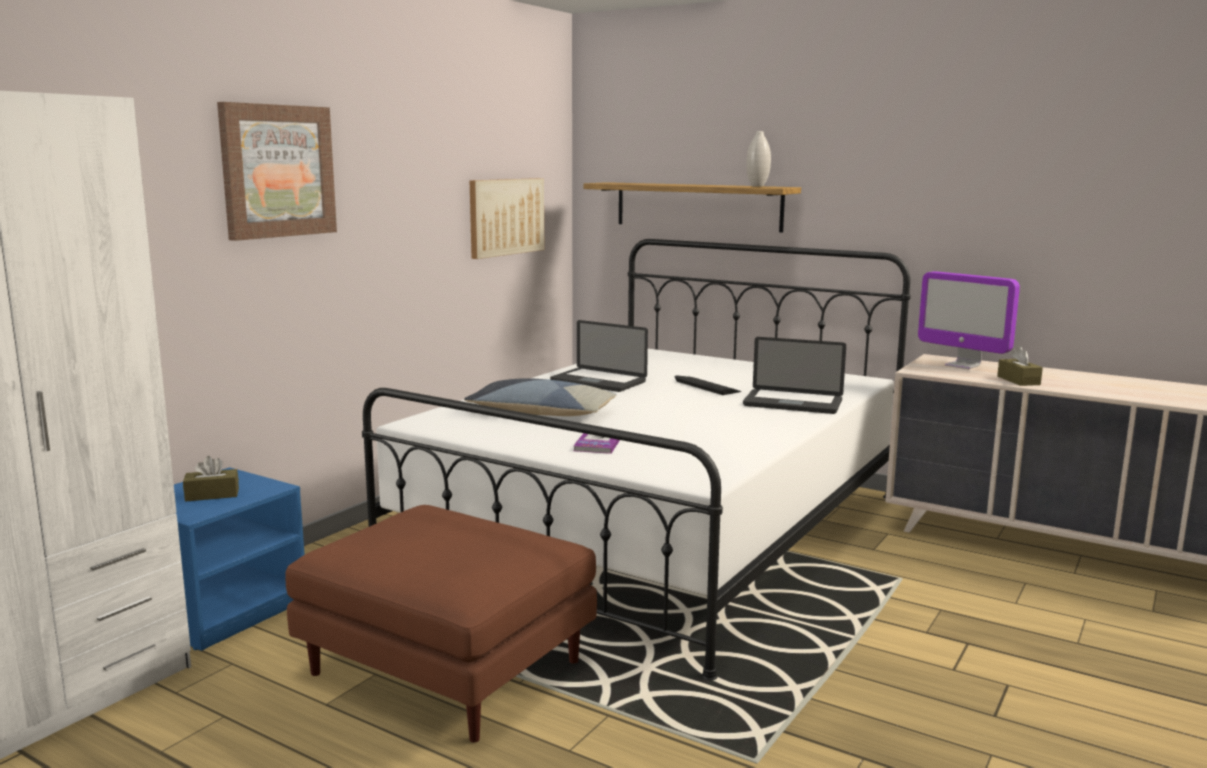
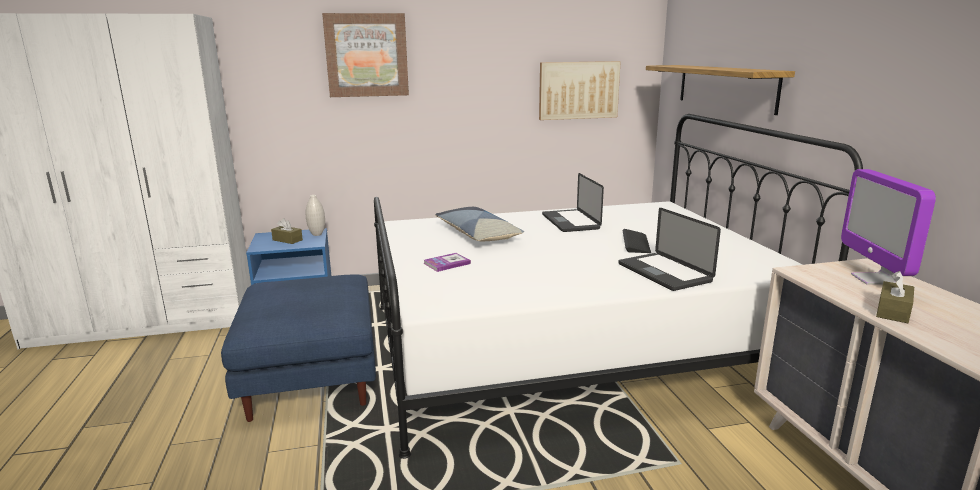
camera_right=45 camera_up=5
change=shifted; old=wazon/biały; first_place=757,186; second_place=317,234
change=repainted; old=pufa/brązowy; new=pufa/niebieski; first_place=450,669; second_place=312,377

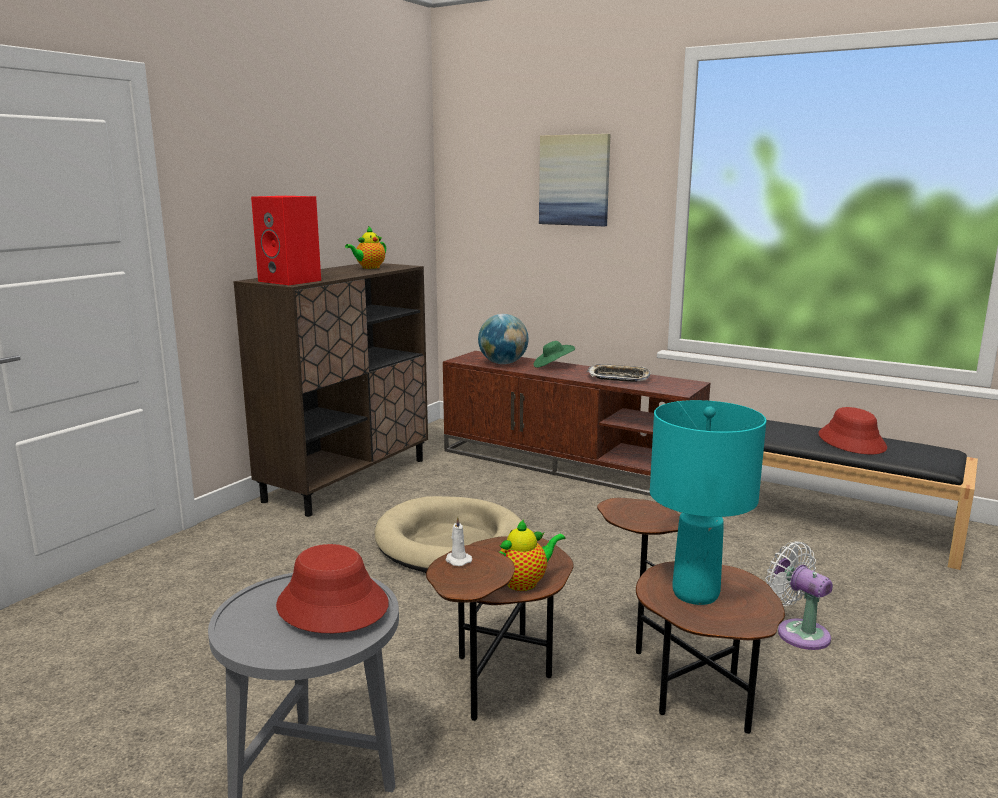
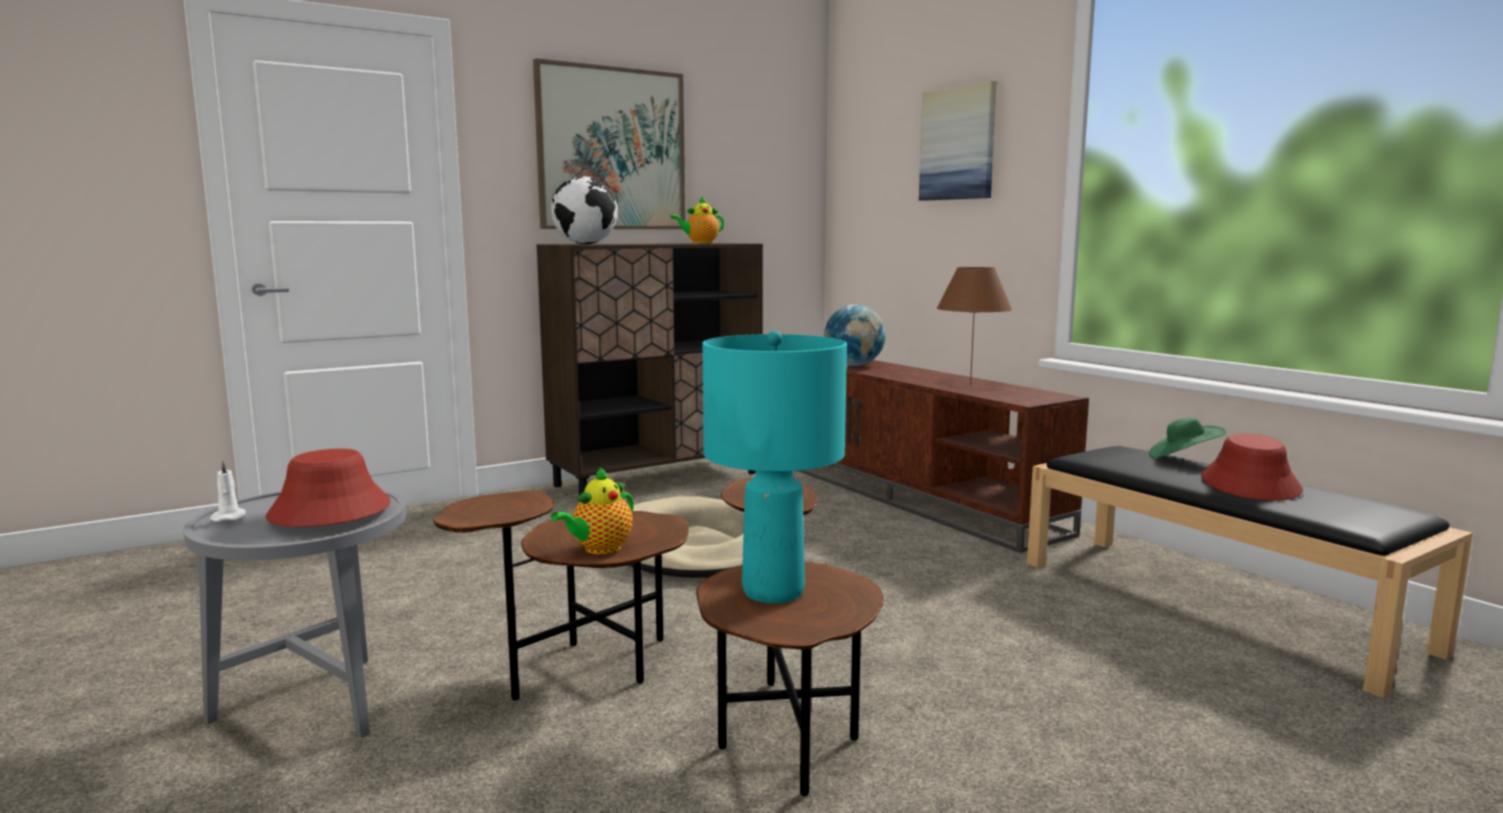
camera_right=25 camera_up=-5
change=swapped; old=głośnik/czerwony; new=globus; first_place=291,281; second_place=586,244
change=shifted; old=kapelusz/zielony; first_place=553,366; second_place=1183,458
change=swapped; old=taca; new=lampa stołowa/brązowy; first_place=618,377; second_place=970,385
change=shifted; old=świeca/biały; first_place=457,560; second_place=229,517
change=rotated; old=imbryk; first_place=525,582; second_place=599,549; degrees=135
change=gone; old=wentylator/biały; first_place=798,632
change=new; new=obraz; second_place=612,149

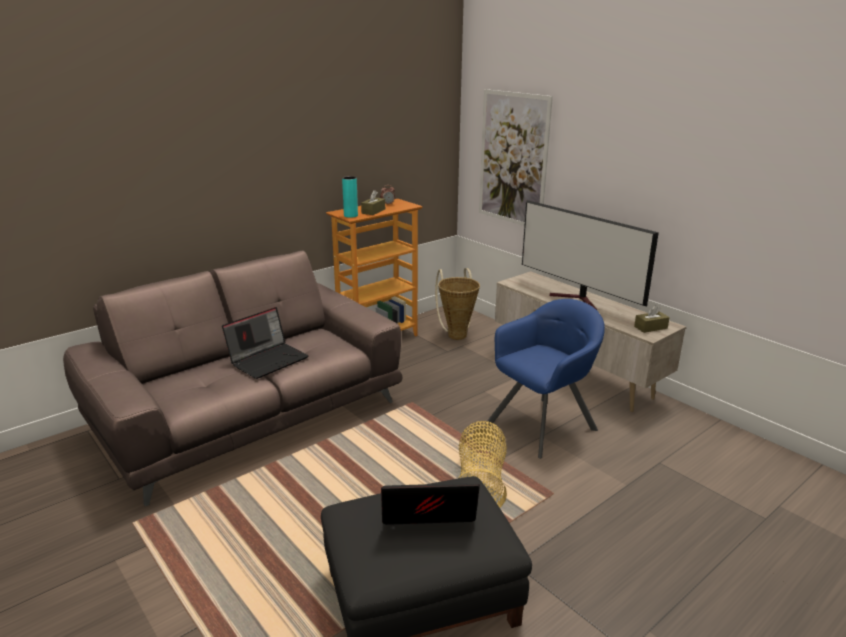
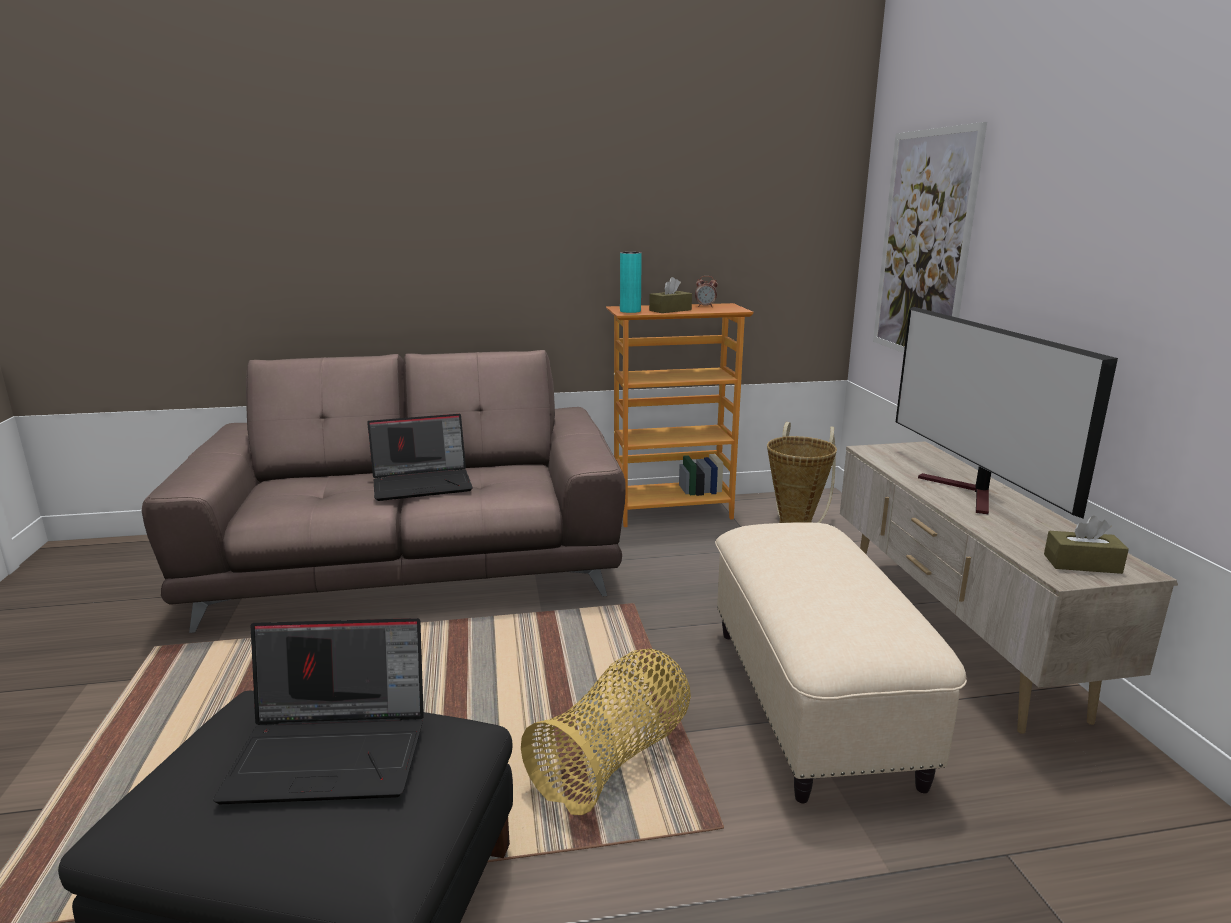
camera_right=30 camera_up=-5
change=swapped; old=fotel/niebieski; new=pufa/beżowy; first_place=543,425; second_place=814,702
change=rotated; old=laptop; first_place=426,511; second_place=334,751; degrees=150

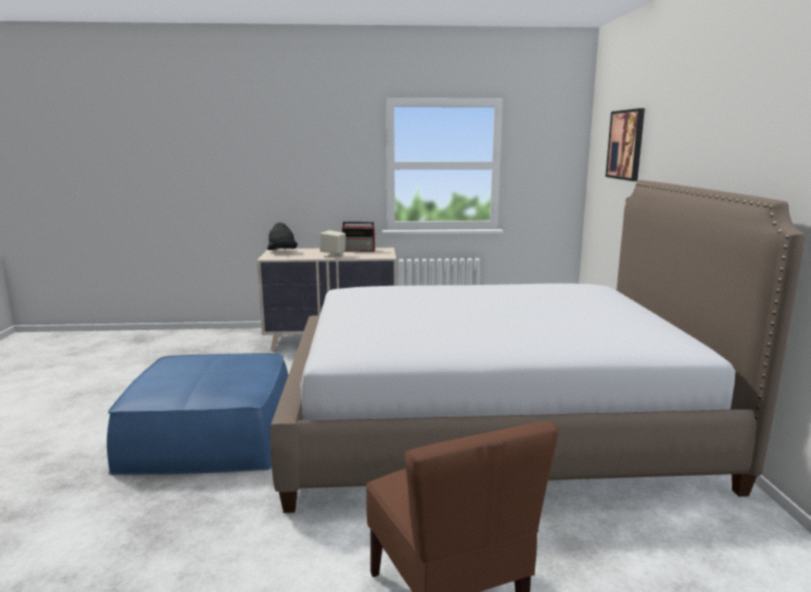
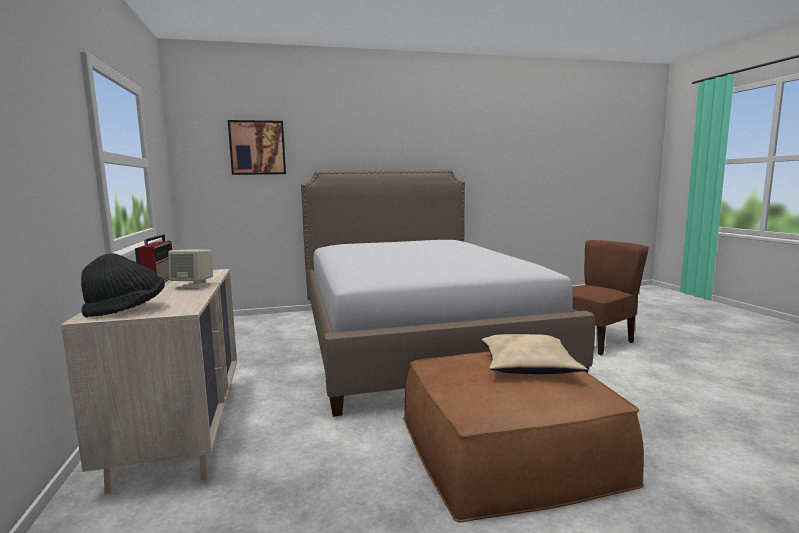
camera_right=-100 camera_up=-5
change=repainted; old=pufa/niebieski; new=pufa/brązowy; first_place=211,433; second_place=508,448
change=new; new=poduszka/beżowy; second_place=528,366

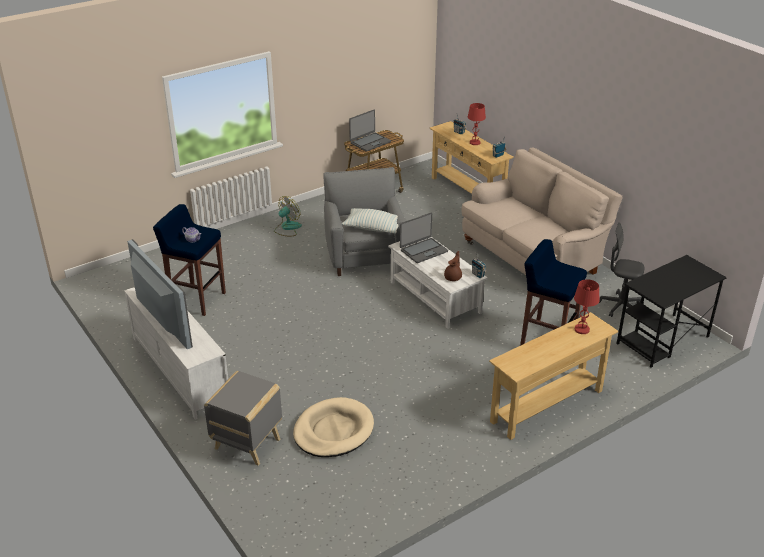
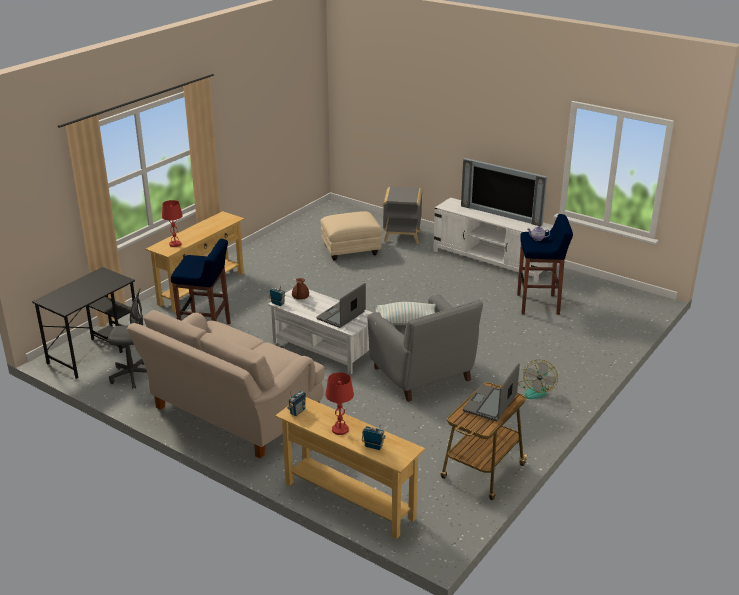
camera_right=160 camera_up=-5
change=swapped; old=legowisko/beżowy; new=pufa/beżowy; first_place=333,431; second_place=351,251

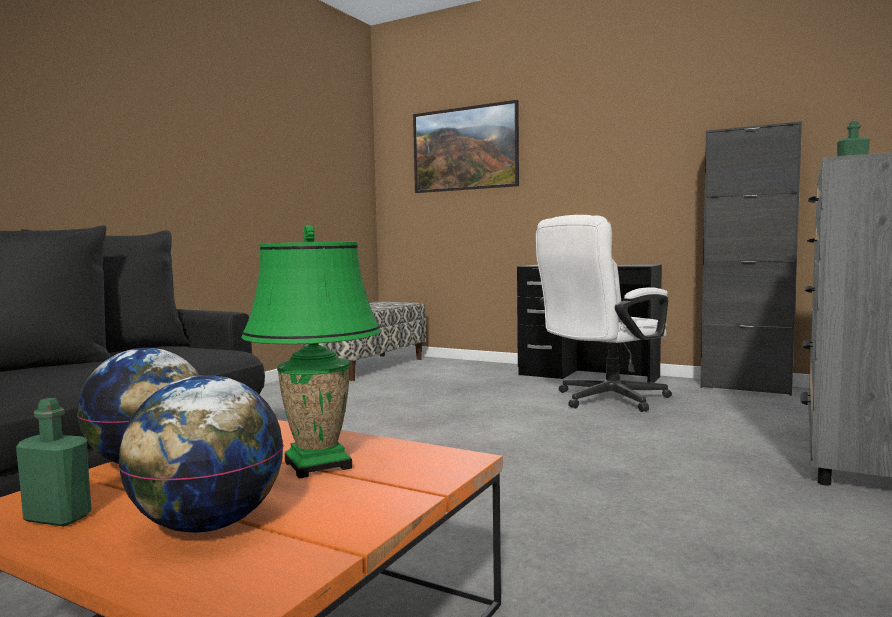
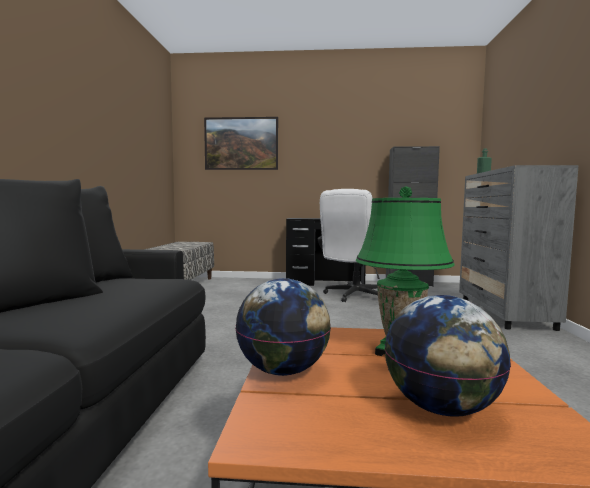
camera_right=-25 camera_up=0
change=gone; old=butelka/zielony; first_place=58,518

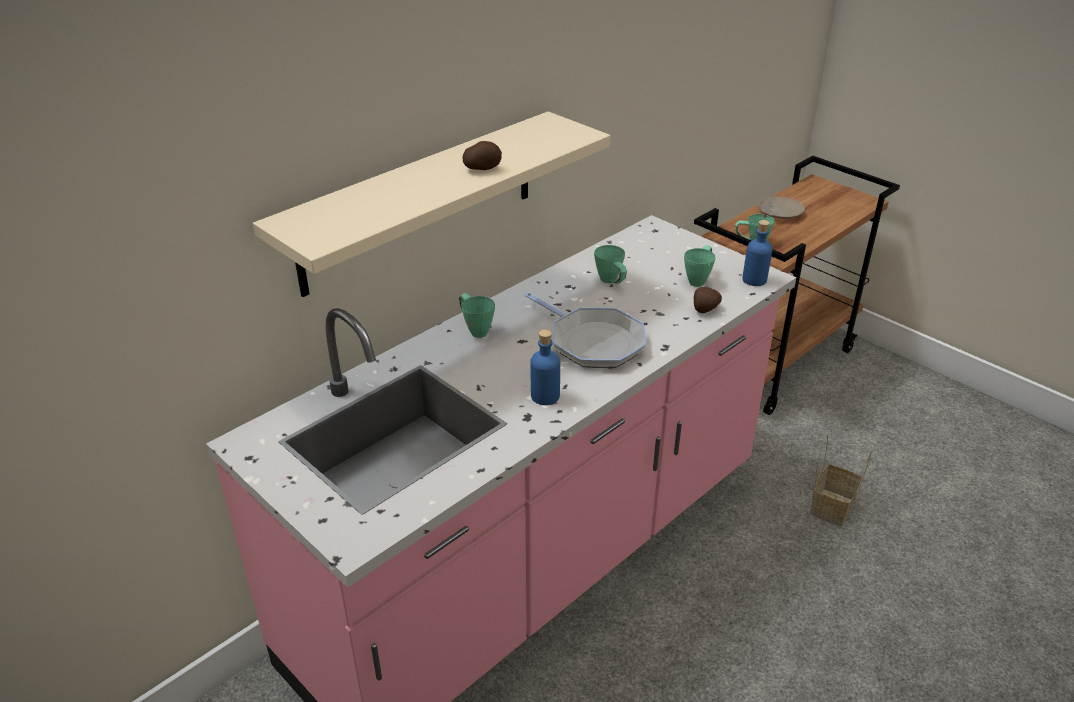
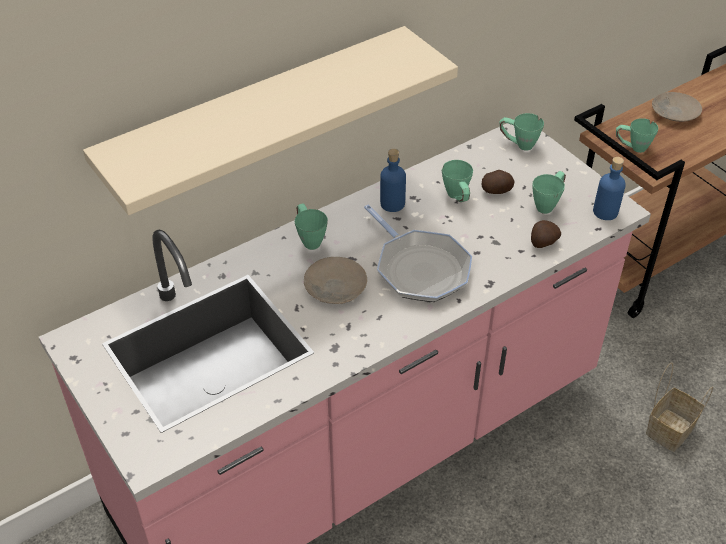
camera_right=10 camera_up=10
change=shifted; old=ziemniak; first_place=482,169; second_place=496,191
change=shifted; old=butelka/niebieski; first_place=545,396; second_place=392,204
change=new; new=kubek/zielony; second_place=518,144
change=new; new=talerz/beżowy; second_place=335,287

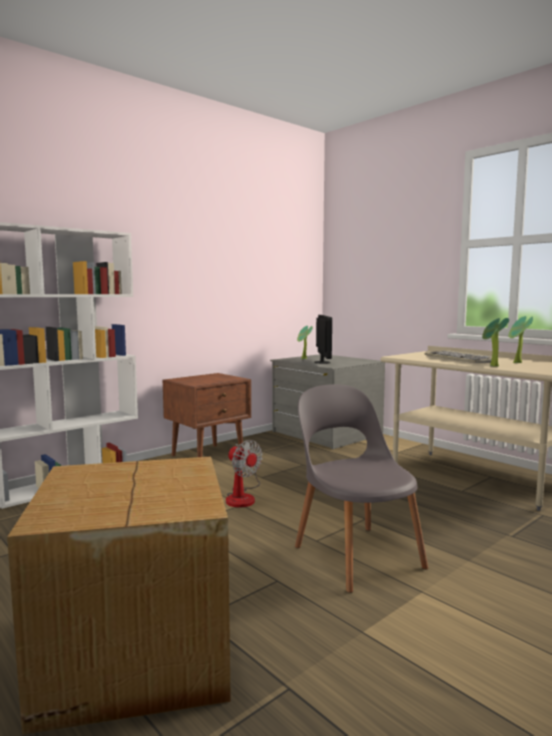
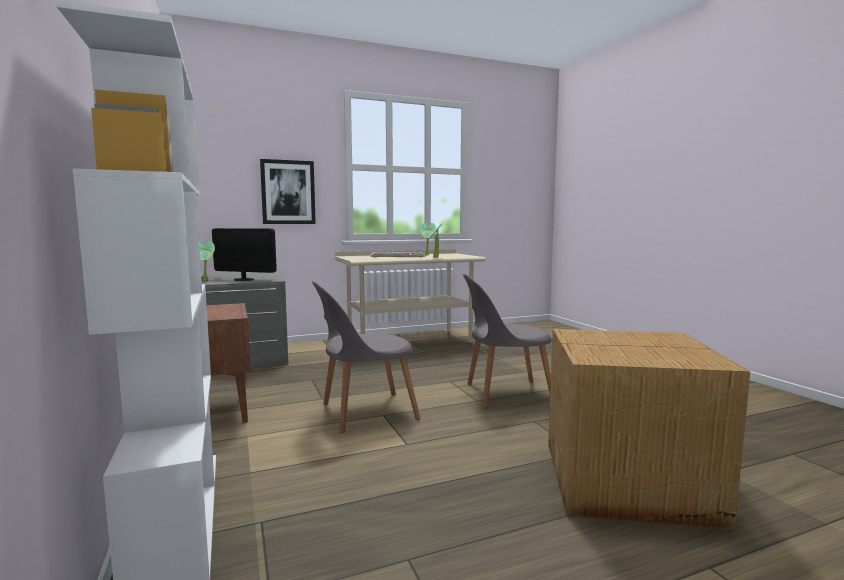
camera_right=-70 camera_up=0
change=swapped; old=wentylator; new=krzesło/szary; first_place=243,497; second_place=364,412
change=new; new=obraz; second_place=288,192

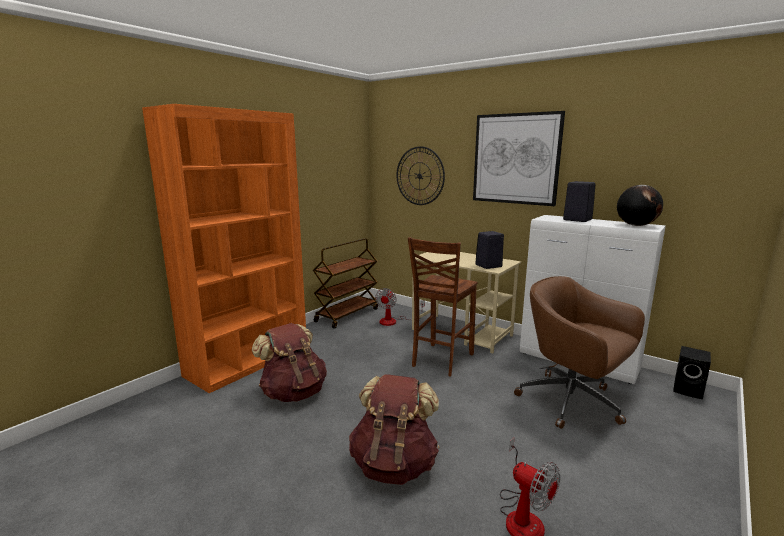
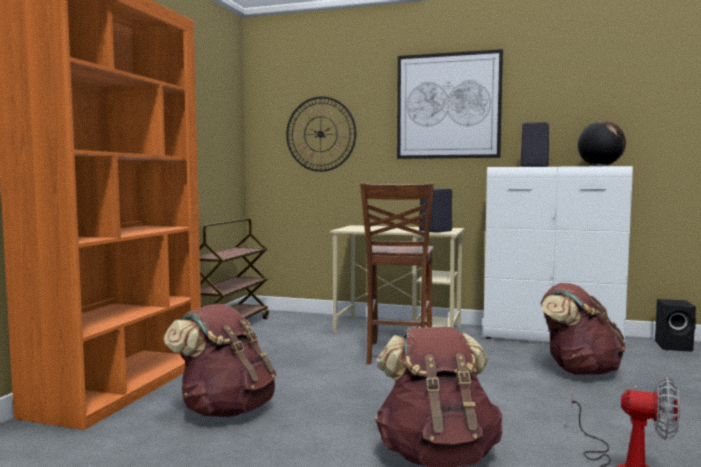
camera_right=-20 camera_up=-10
change=swapped; old=krzesło biurowe/brązowy; new=plecak/brązowy; first_place=572,402; second_place=579,370
change=gone; old=wentylator; first_place=394,321

